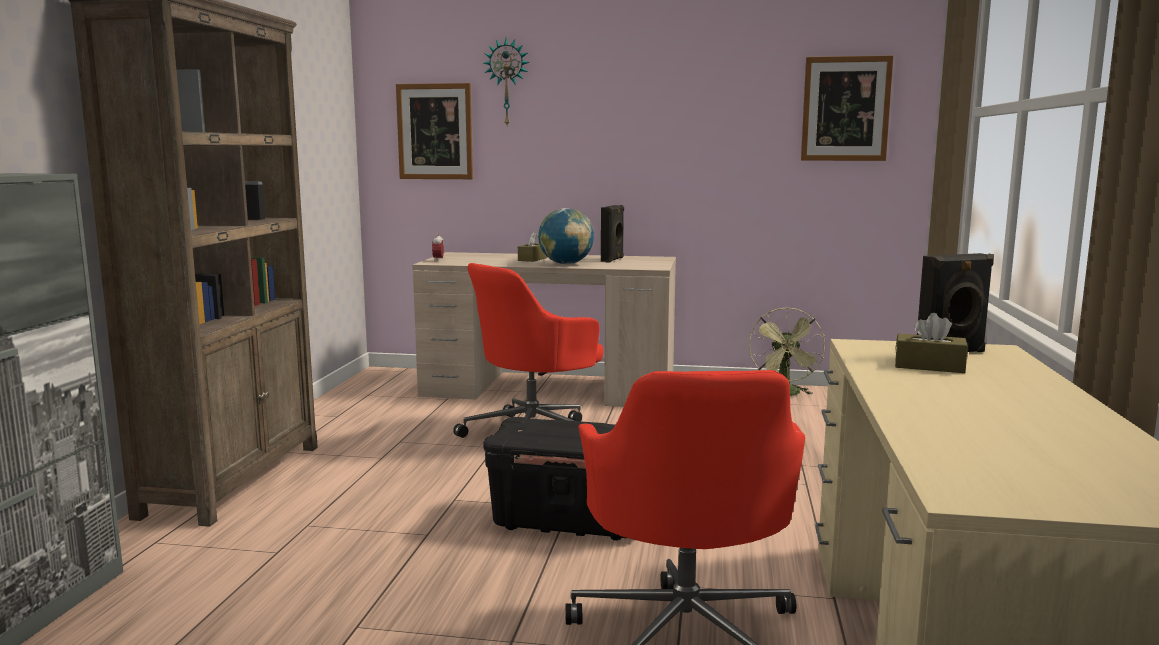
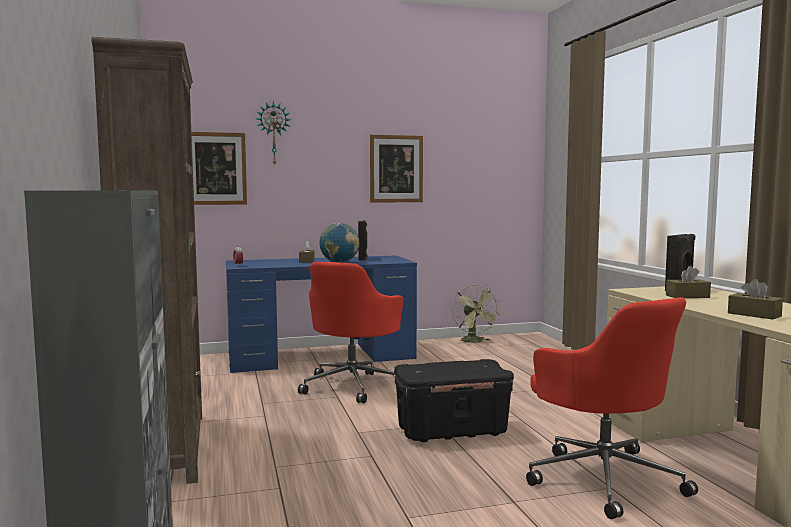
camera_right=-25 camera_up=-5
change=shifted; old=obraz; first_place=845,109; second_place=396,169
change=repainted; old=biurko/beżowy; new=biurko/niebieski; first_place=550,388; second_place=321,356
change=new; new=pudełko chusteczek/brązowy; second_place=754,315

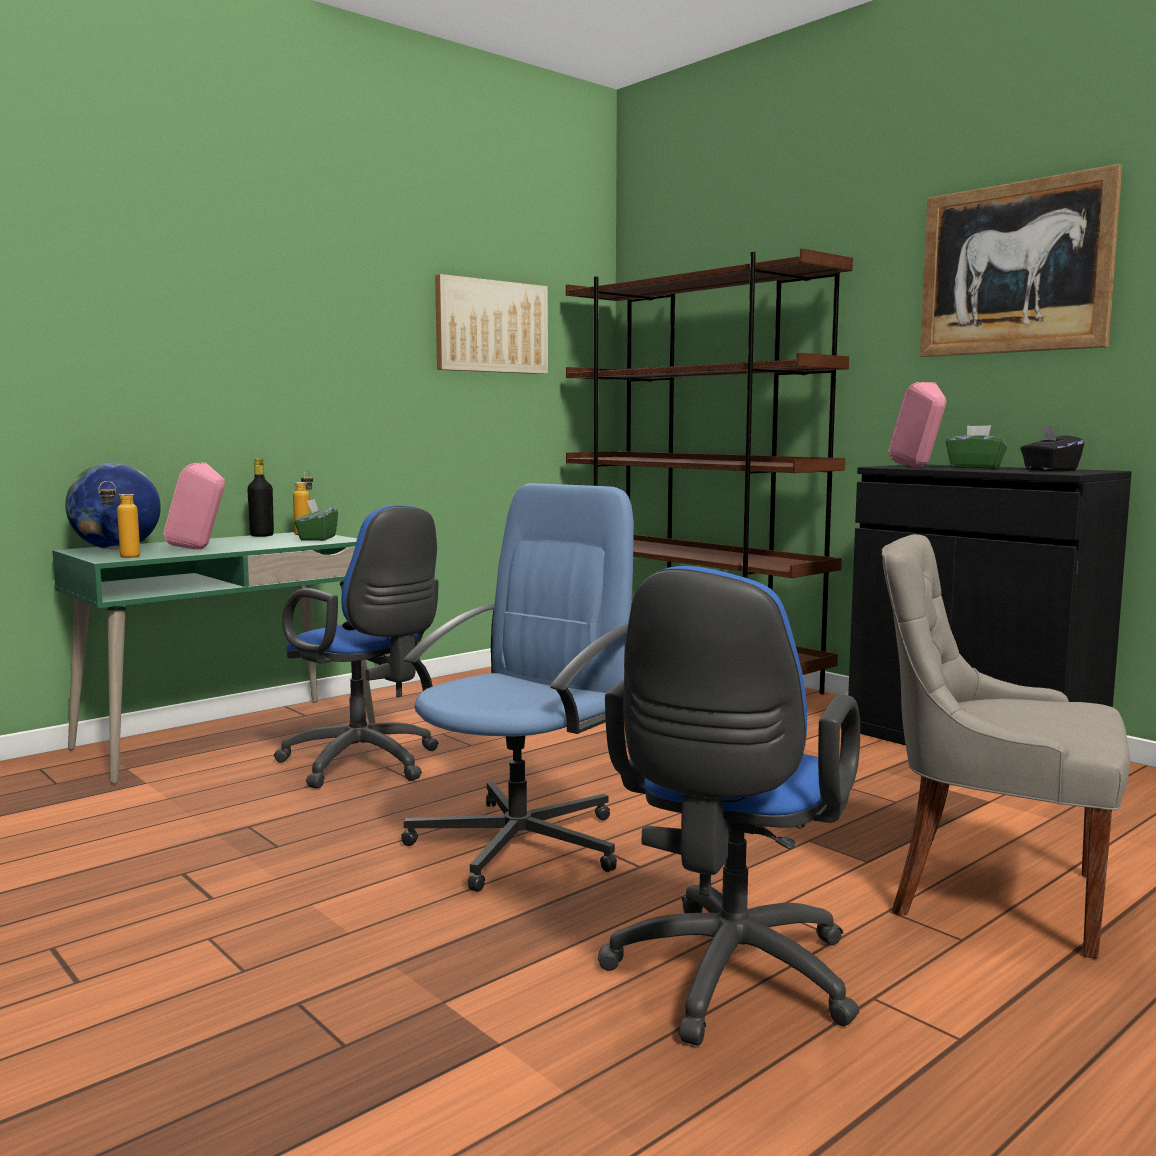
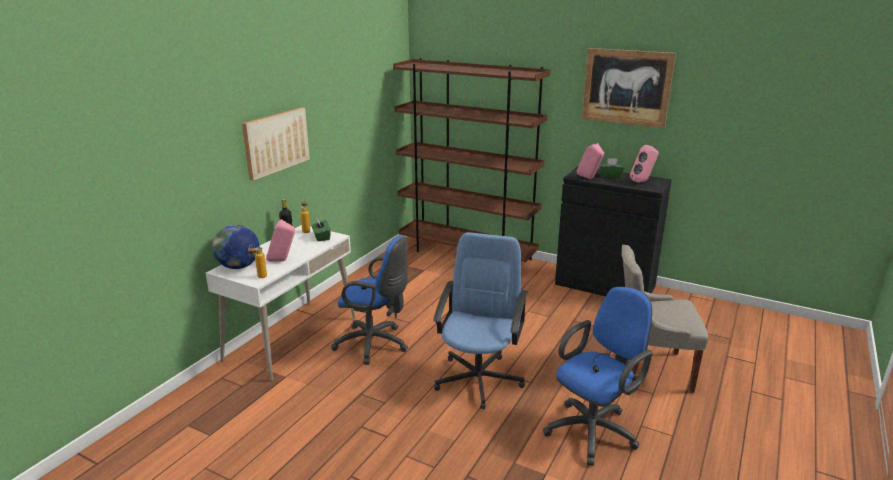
camera_right=-20 camera_up=15
change=shifted; old=obraz; first_place=491,326; second_place=276,142
change=swapped; old=pudełko chusteczek/czarny; new=głośnik/różowy; first_place=1049,470; second_place=643,181
change=repainted; old=biurko/zielony; new=biurko/biały; first_place=227,738; second_place=291,338
change=rotated; old=krzesło biurowe/niebieski; first_place=726,981; second_place=595,430; degrees=-135

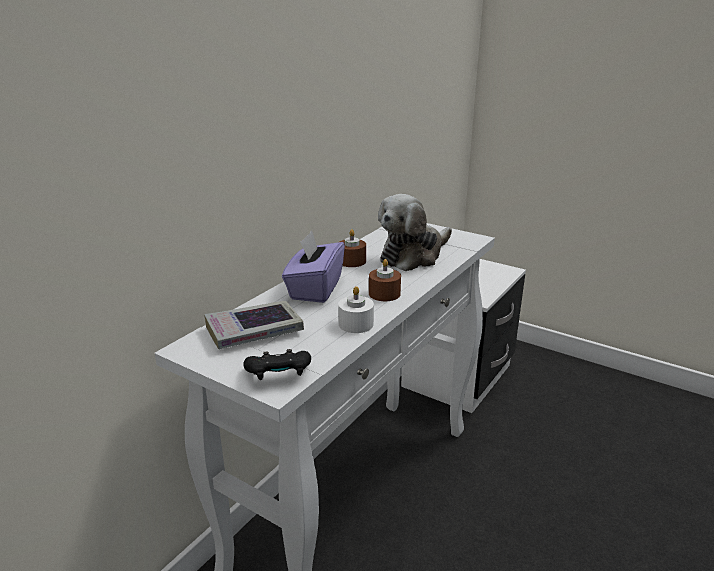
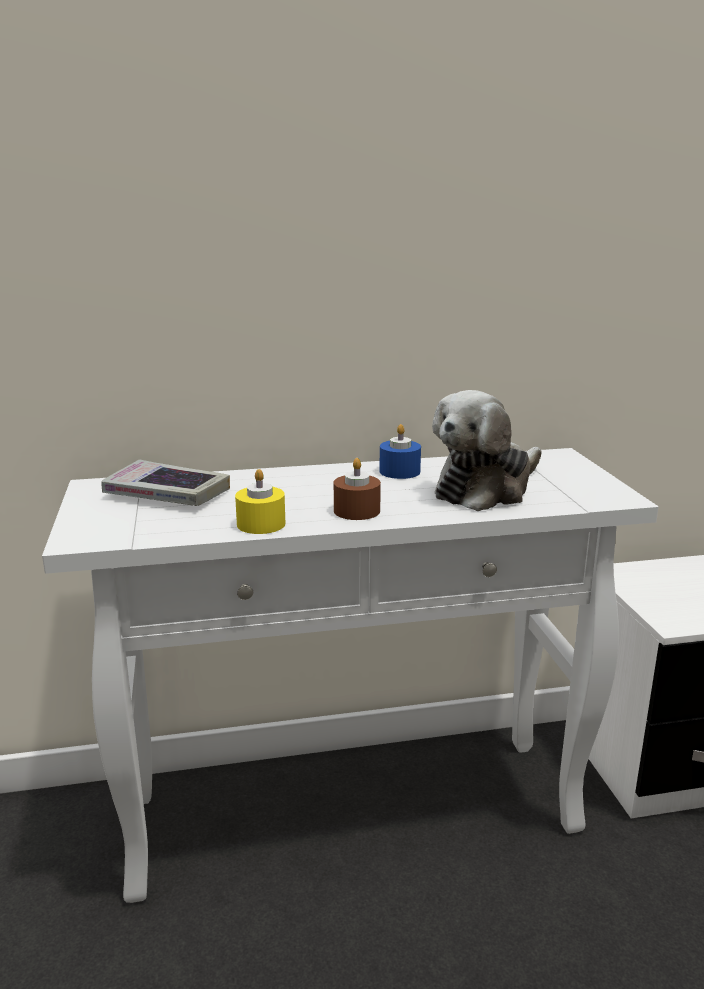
camera_right=45 camera_up=-5
change=rotated; old=pluszak; first_place=413,255; second_place=486,489; degrees=-45
change=repainted; old=świeca/brązowy; new=świeca/niebieski; first_place=352,261; second_place=399,471
change=gone; old=pudełko chusteczek/fioletowy; first_place=315,289
change=repainted; old=świeca/biały; new=świeca/żółty; first_place=356,324; second_place=261,524
change=gone; old=pad do gier/czarny; first_place=279,376

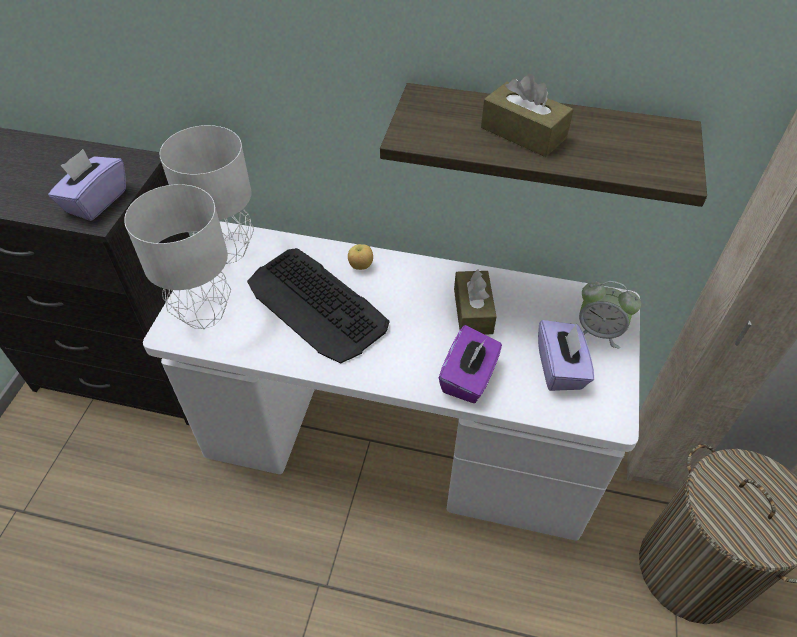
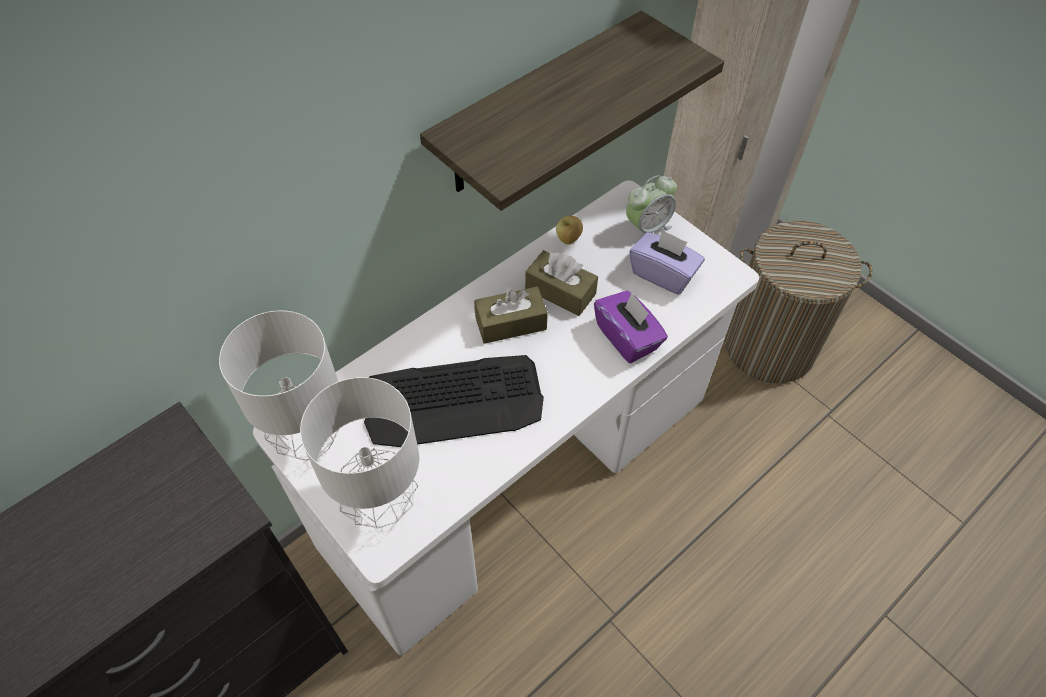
camera_right=-55 camera_up=5
change=shifted; old=pudełko chusteczek/brązowy; first_place=523,133; second_place=510,323
change=gone; old=pudełko chusteczek/fioletowy; first_place=96,201
change=shifted; old=jabłko; first_place=360,266; second_place=568,239

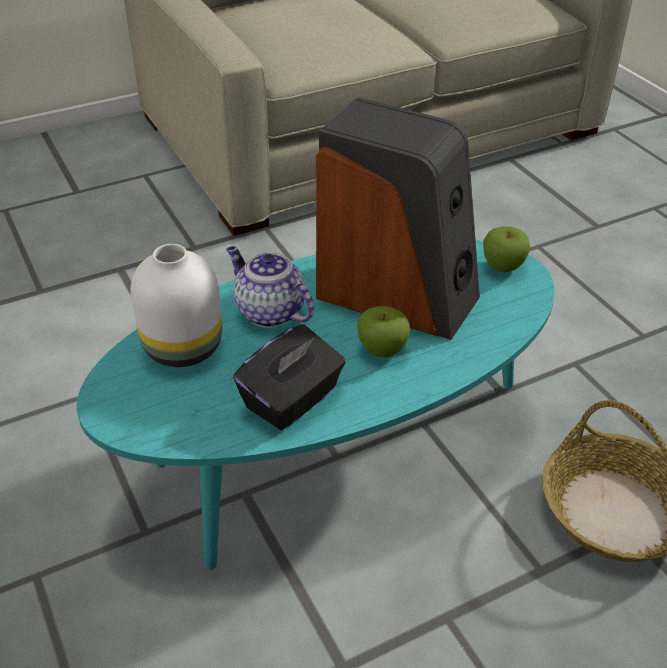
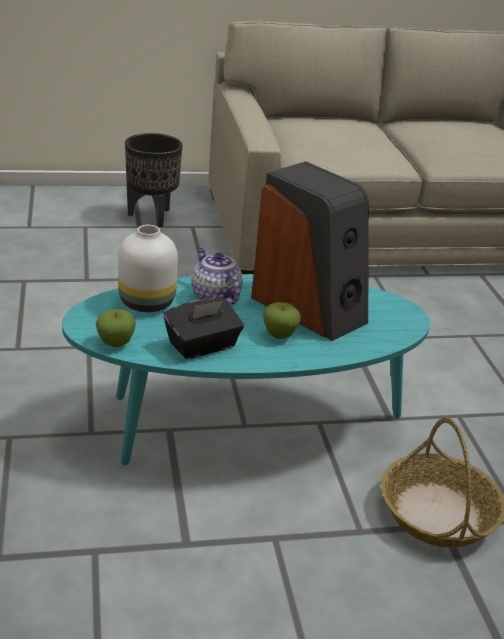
camera_right=15 camera_up=-10
change=shifted; old=jabłko; first_place=502,267; second_place=116,343
change=new; new=donica/czarny; second_place=152,216

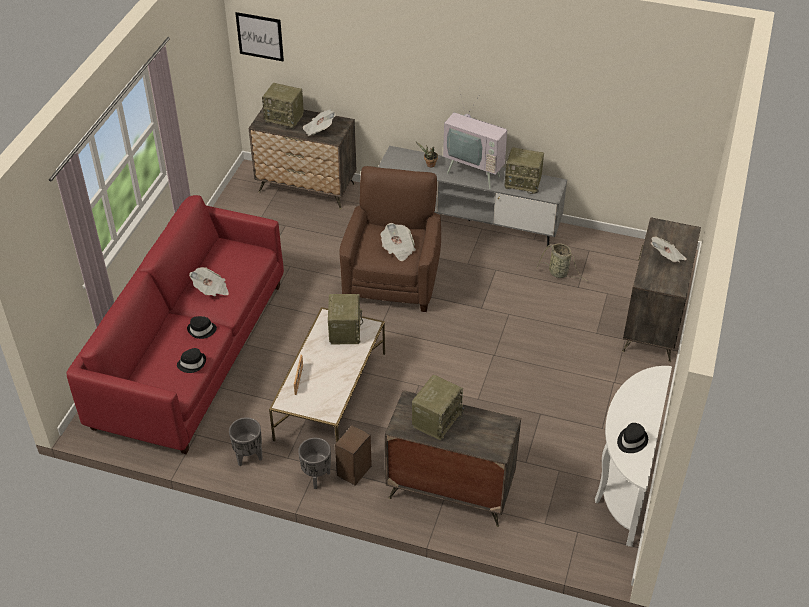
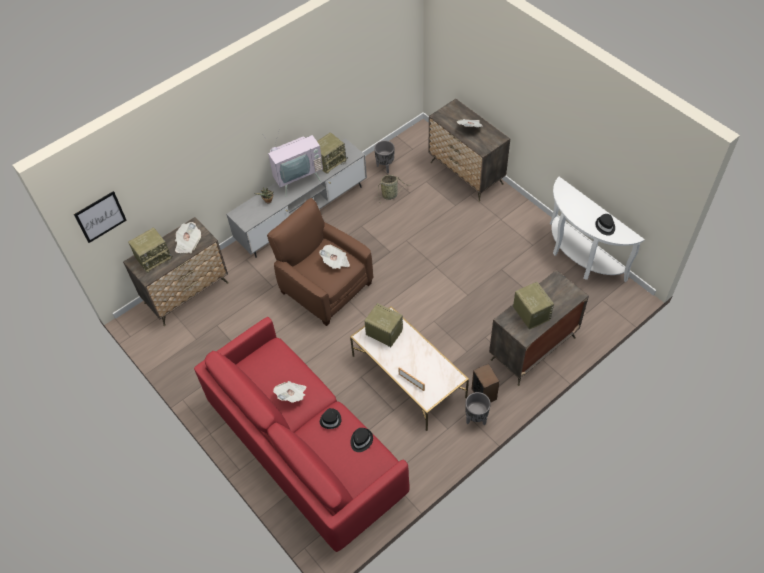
camera_right=-55 camera_up=10
change=shifted; old=donica/szary; first_place=248,457; second_place=385,167

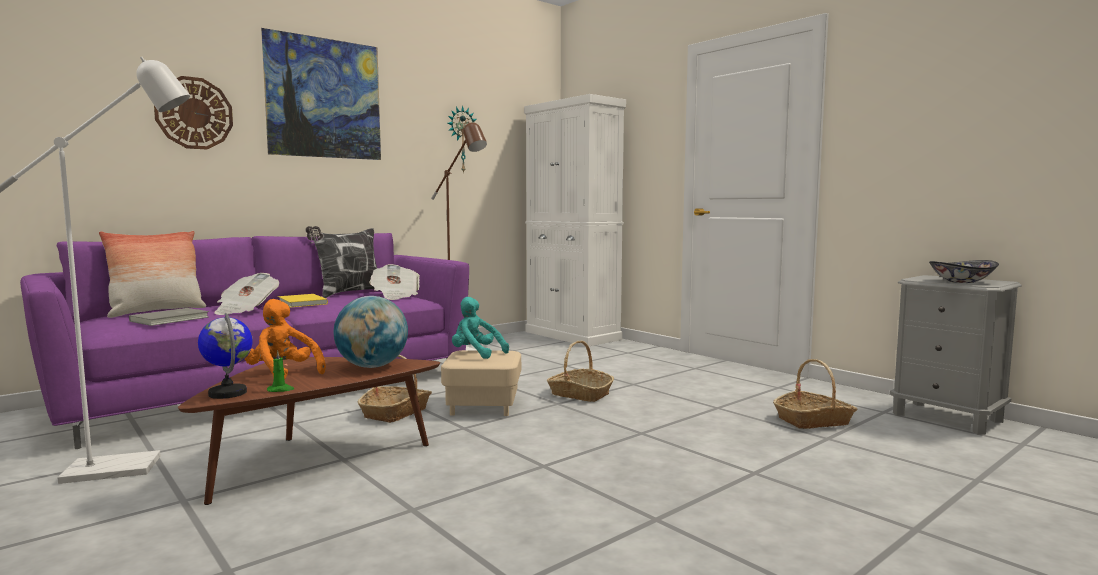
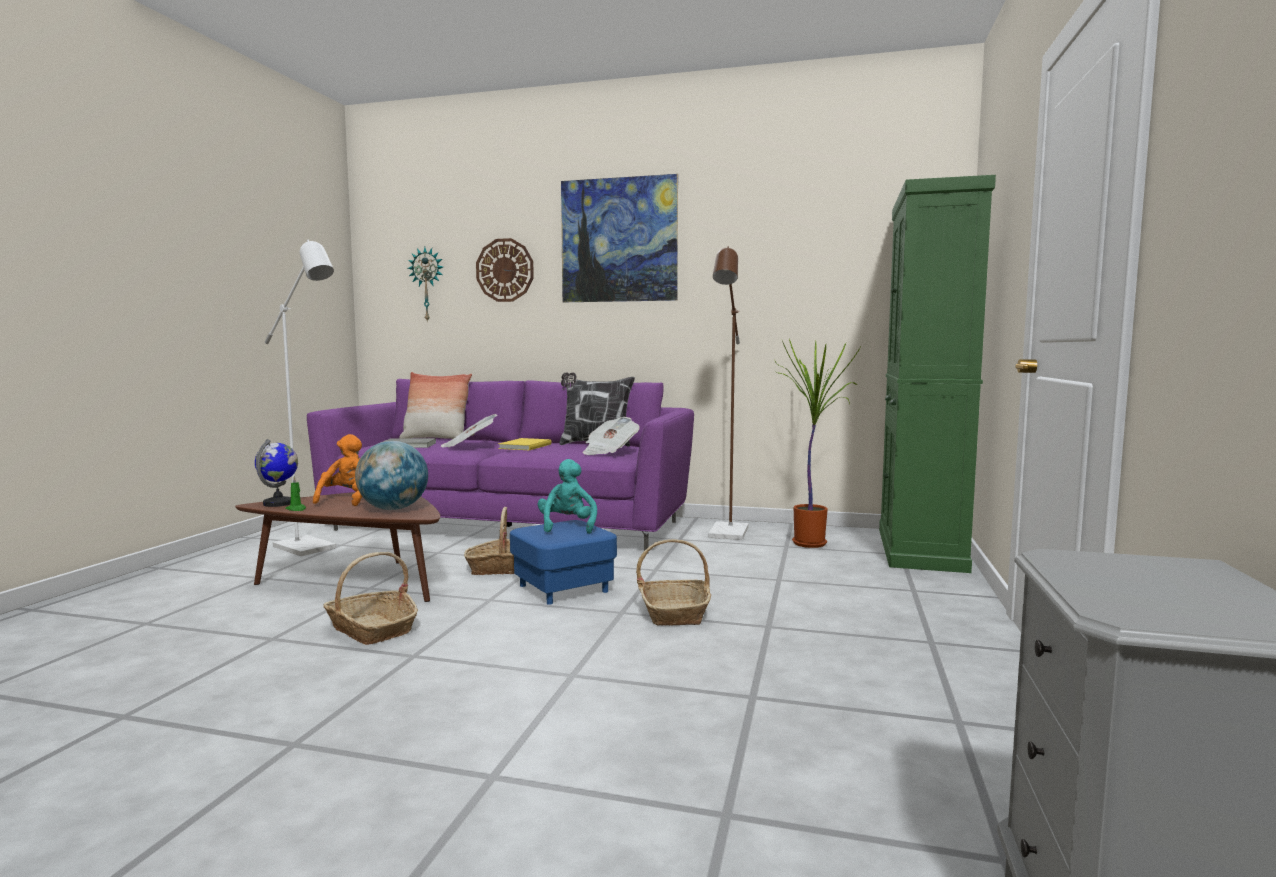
camera_right=55 camera_up=0
change=repainted; old=szafka/biały; new=szafka/zielony; first_place=572,335; second_place=920,549
change=shifted; old=zegar ścienny; first_place=461,139; second_place=427,284
change=gone; old=miska; first_place=961,281
change=repainted; old=pufa/beżowy; new=pufa/niebieski; first_place=483,406; second_place=563,589
change=shifted; old=koszyk; first_place=813,421; second_place=372,629
change=new; new=roślina doniczkowa; second_place=809,543

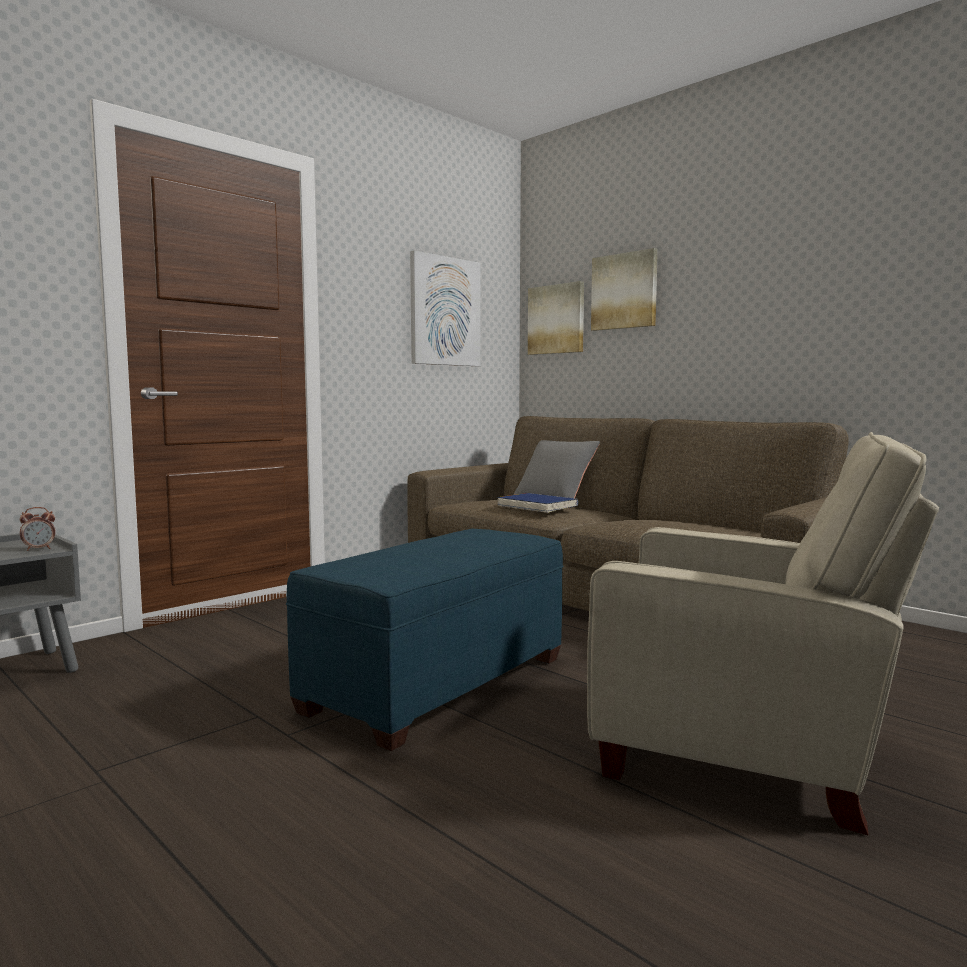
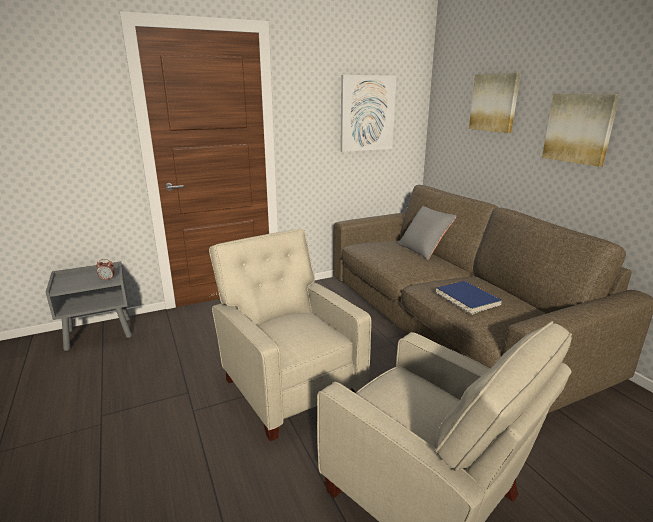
camera_right=20 camera_up=15
change=shifted; old=obraz; first_place=556,319; second_place=579,128
change=shifted; old=książka/niebieski; first_place=537,506; second_place=467,299
change=swapped; old=pufa/niebieski; new=fotel/beżowy; first_place=438,683; second_place=289,386

